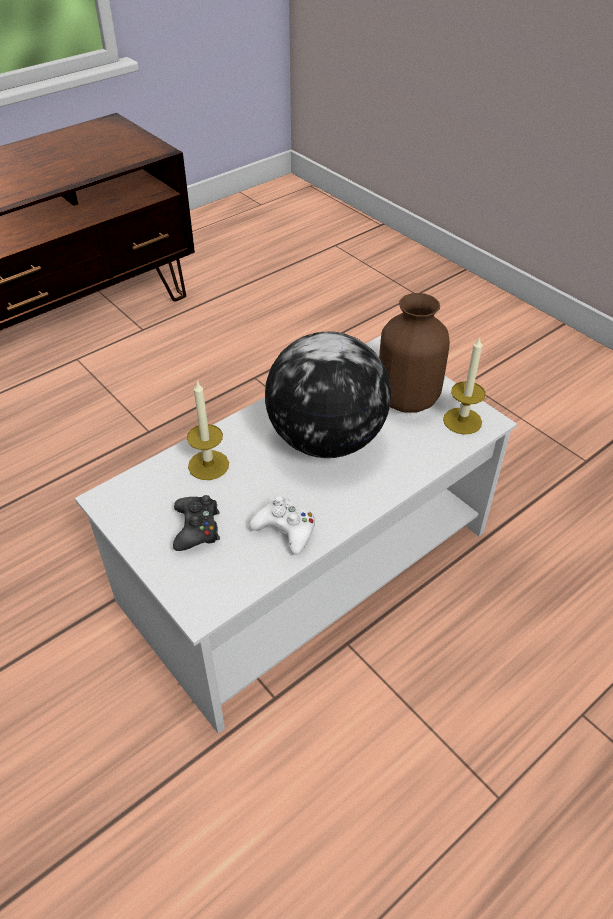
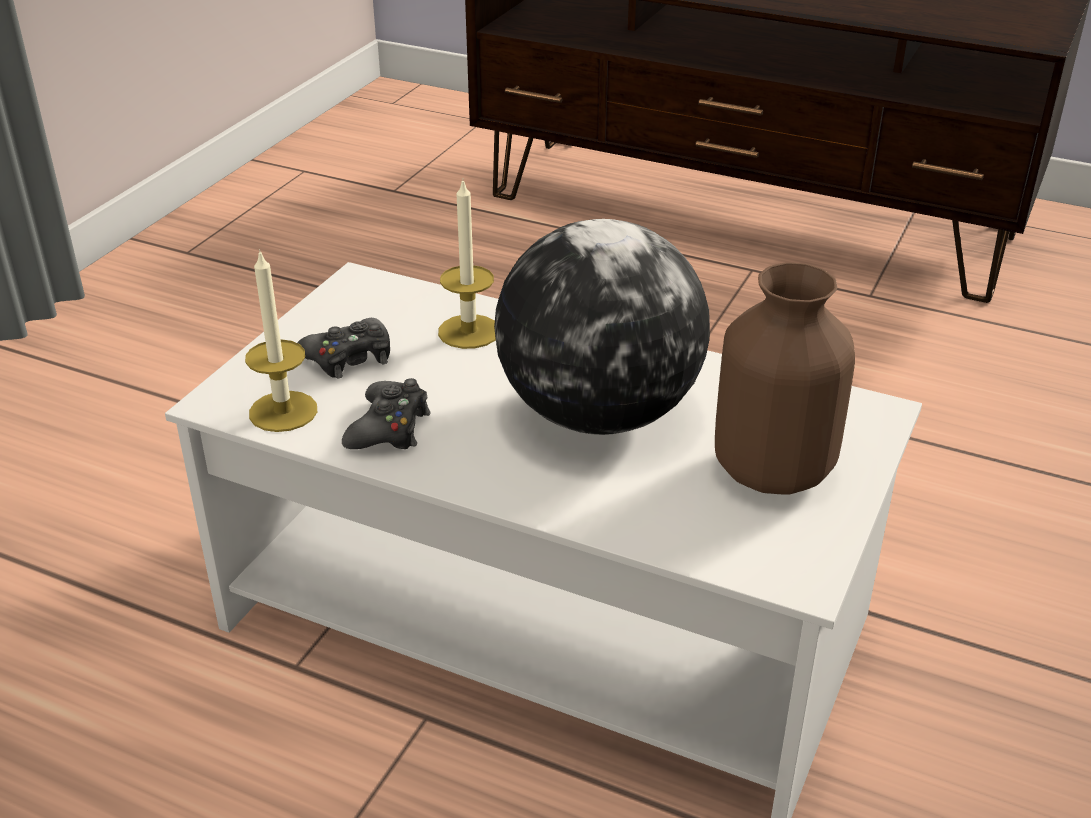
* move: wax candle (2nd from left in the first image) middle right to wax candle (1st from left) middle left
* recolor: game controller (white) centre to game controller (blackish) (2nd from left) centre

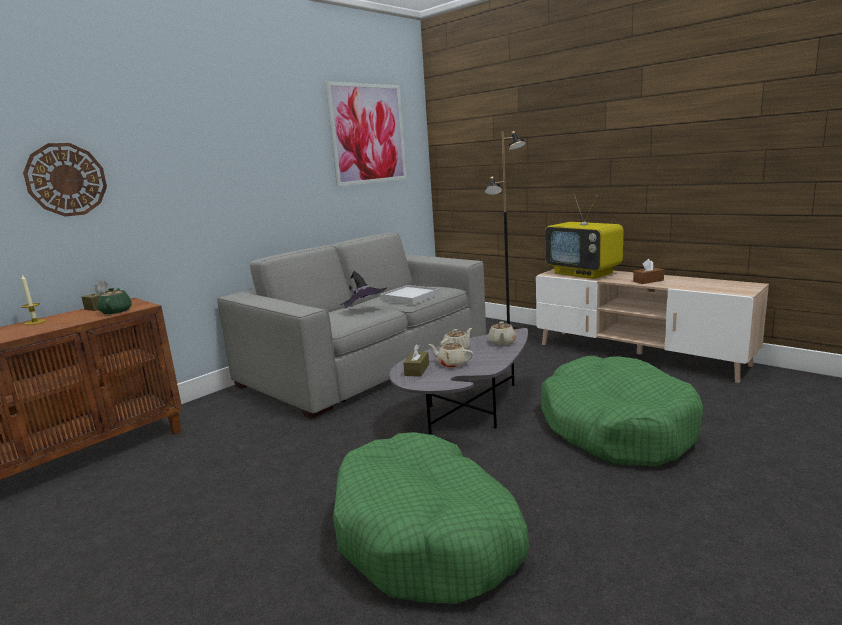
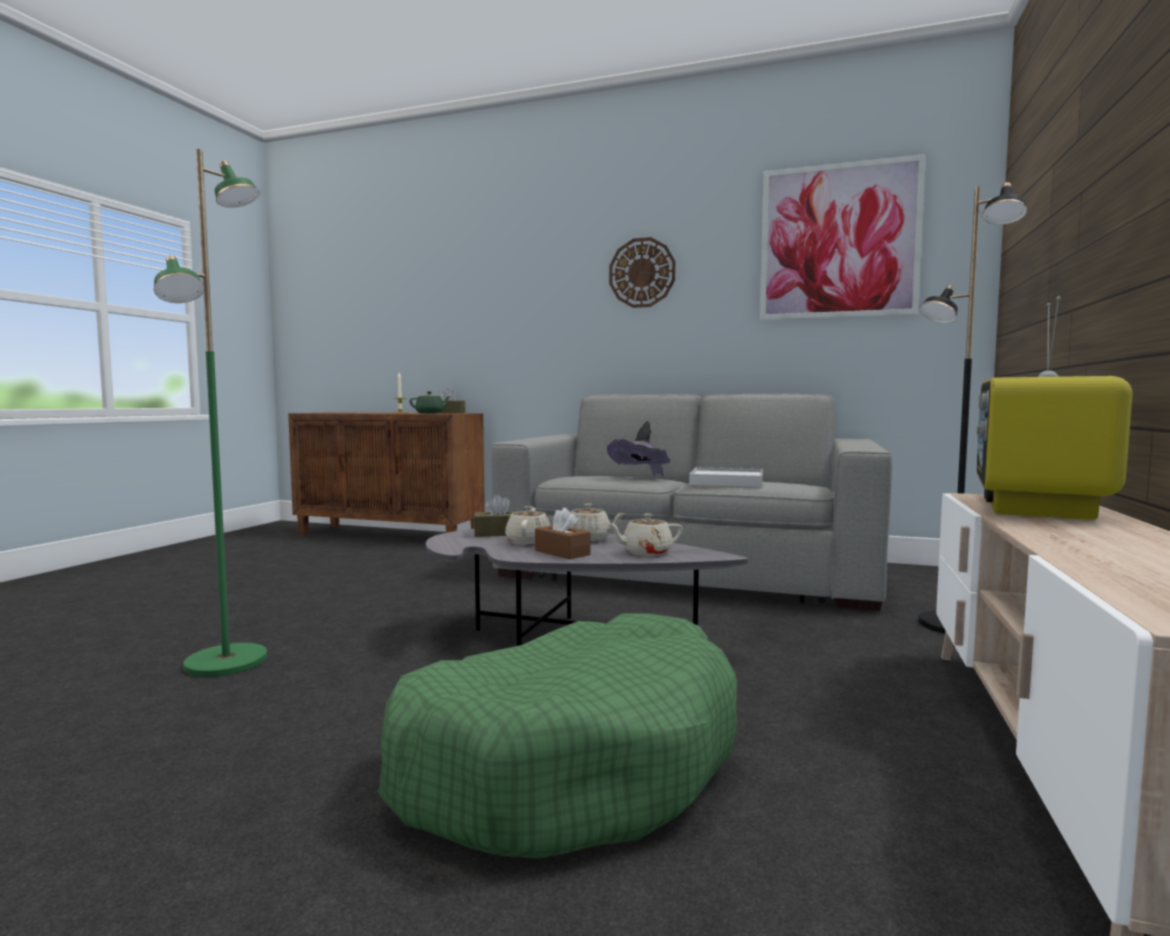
* move: wall clock top left to top centre
* move: box of tissues (brown) (3rd from left) middle right to centre
* replace: pet bed (greenish) (1st from left) bottom centre to floor lamp (greenish) middle left

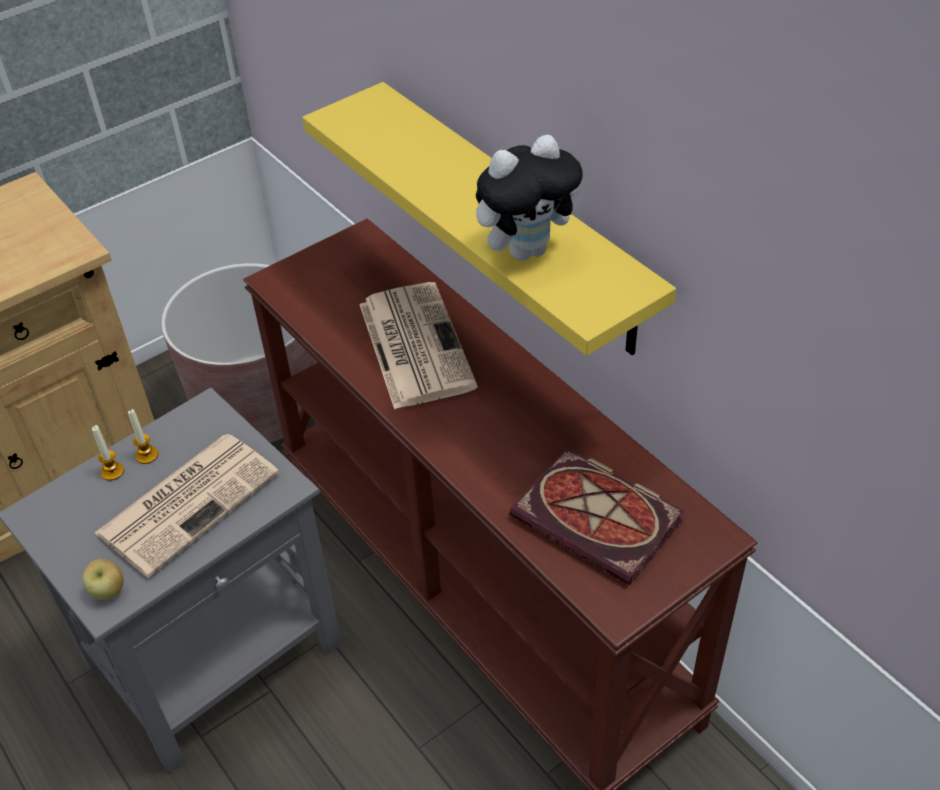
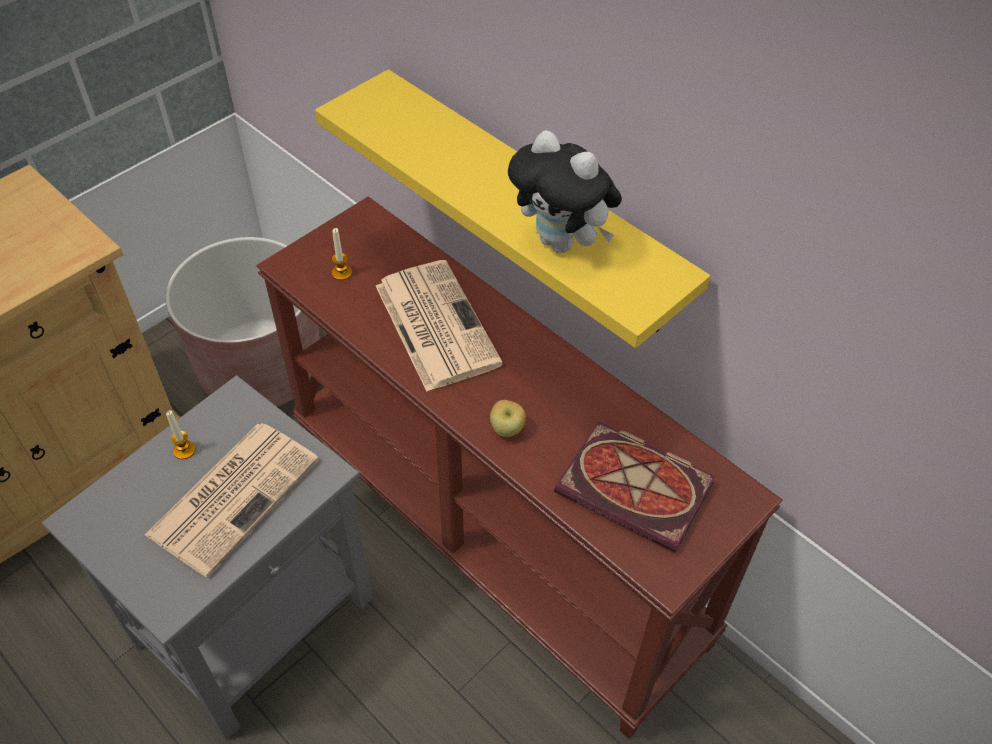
* rotate: soft toy top centre = top centre 75 degrees clockwise
* move: wax candle (1st from left in the first image) middle left to wax candle (2nd from left) centre
* move: apple fruit bottom left to centre

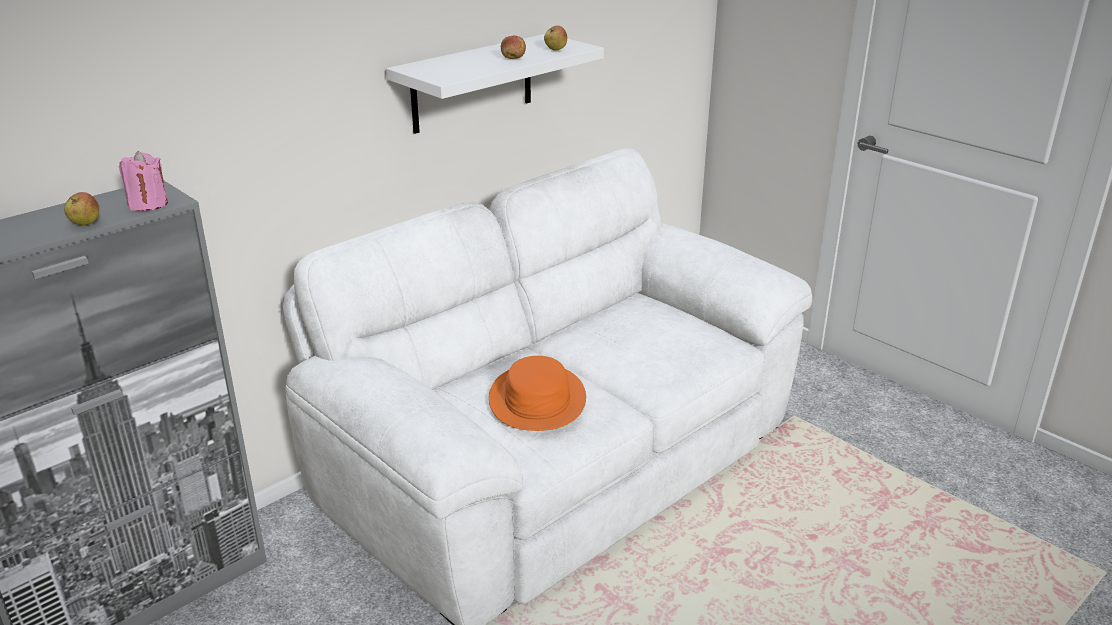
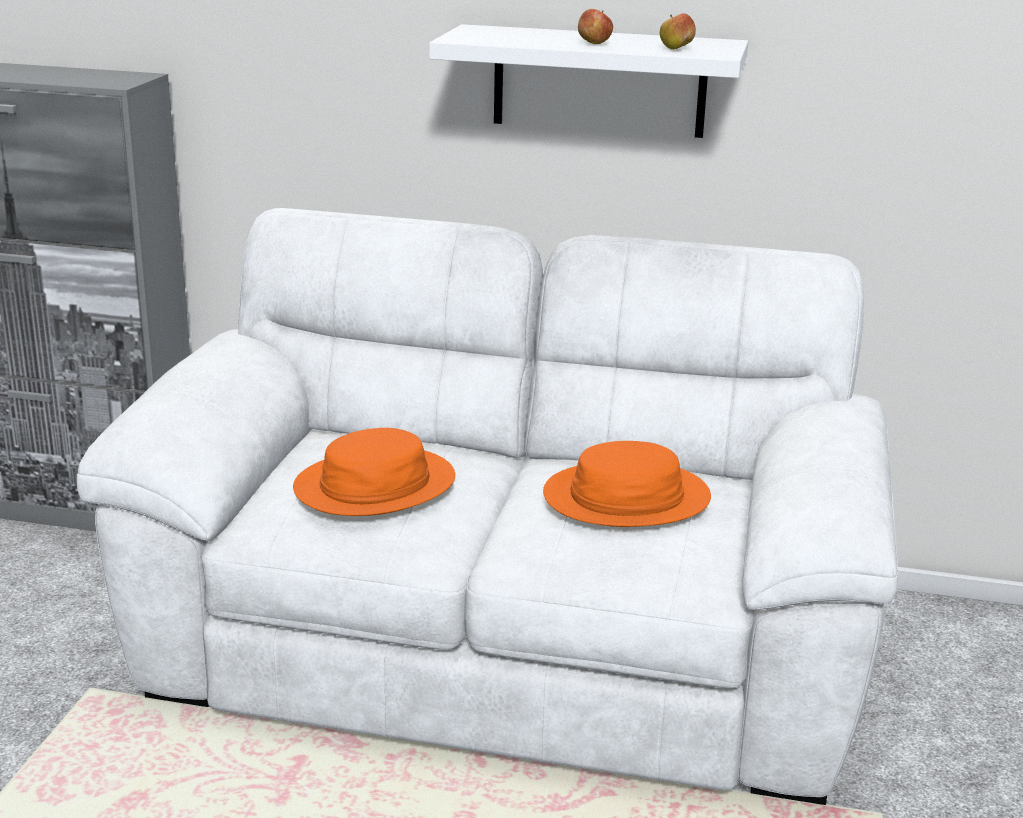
* delete: wax candle (pink) top left
* delete: apple fruit (1st from left) top left
* insert: wearable hat (orangey) (2nd from left) centre

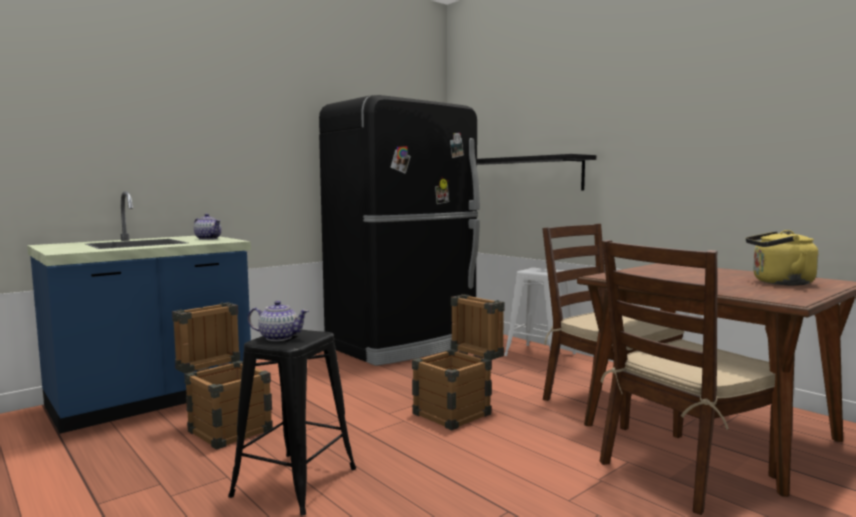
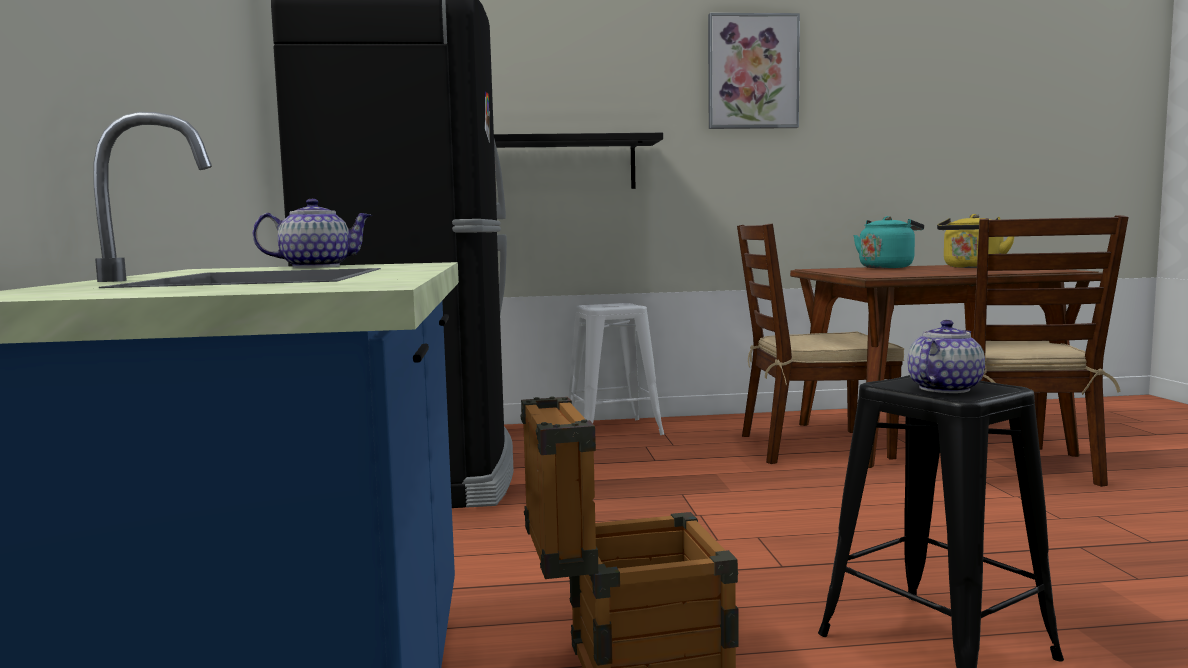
* delete: crate (2nd from left) bottom centre
* insert: wall picture top centre
* insert: tea kettle (turquoise) middle right

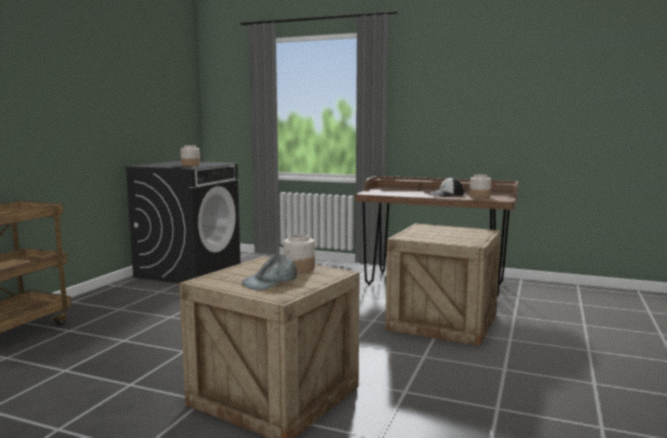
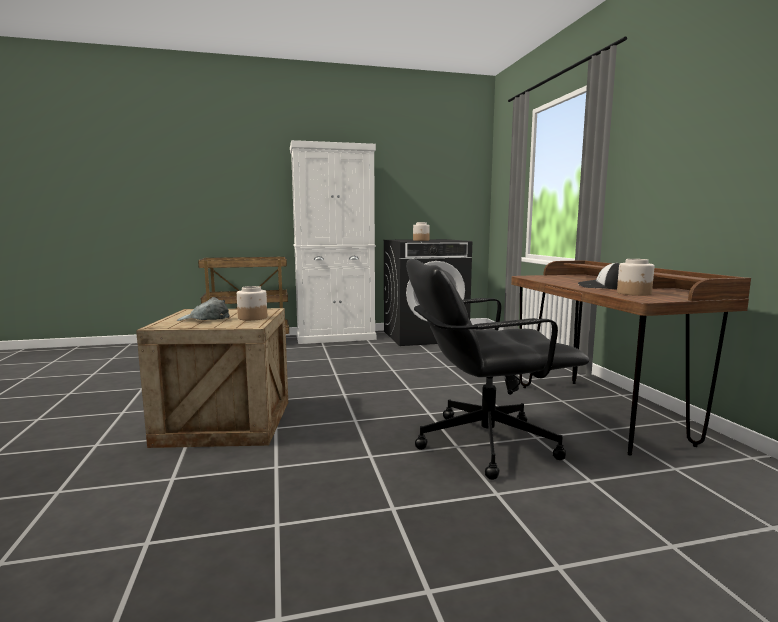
* replace: crate (2nd from left) centre to desk chair (blackish) centre
* insert: cabinet (white) centre

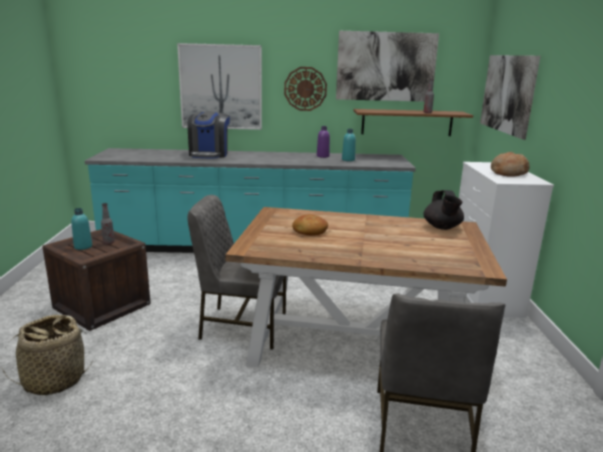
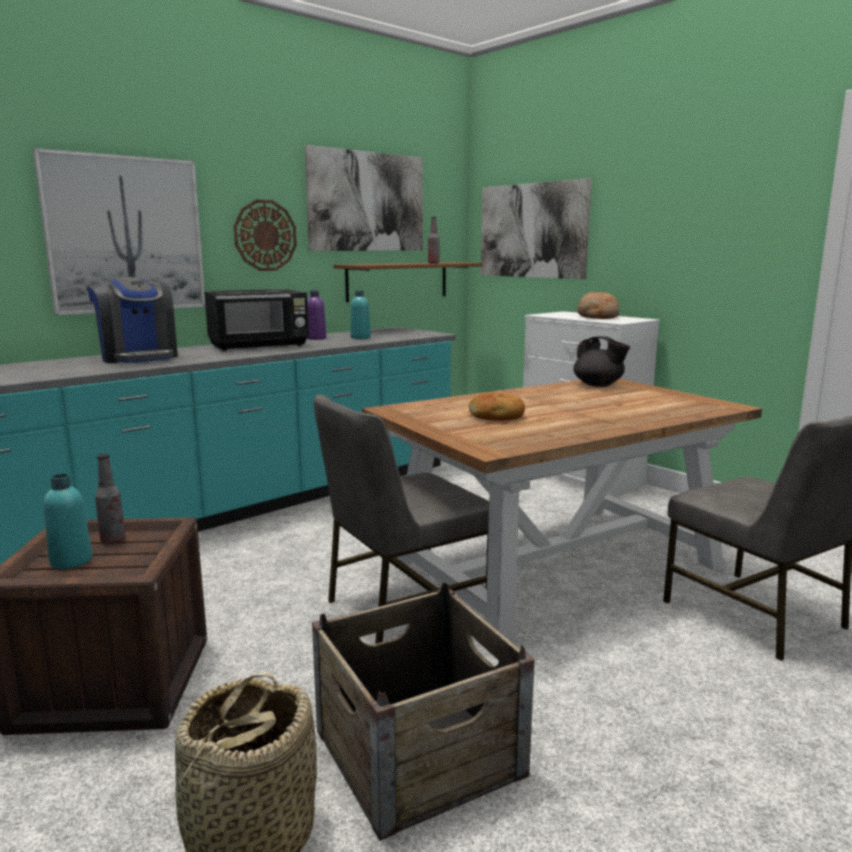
* insert: kitchen microwave (blackish) middle left
* insert: crate (2nd from left) bottom centre

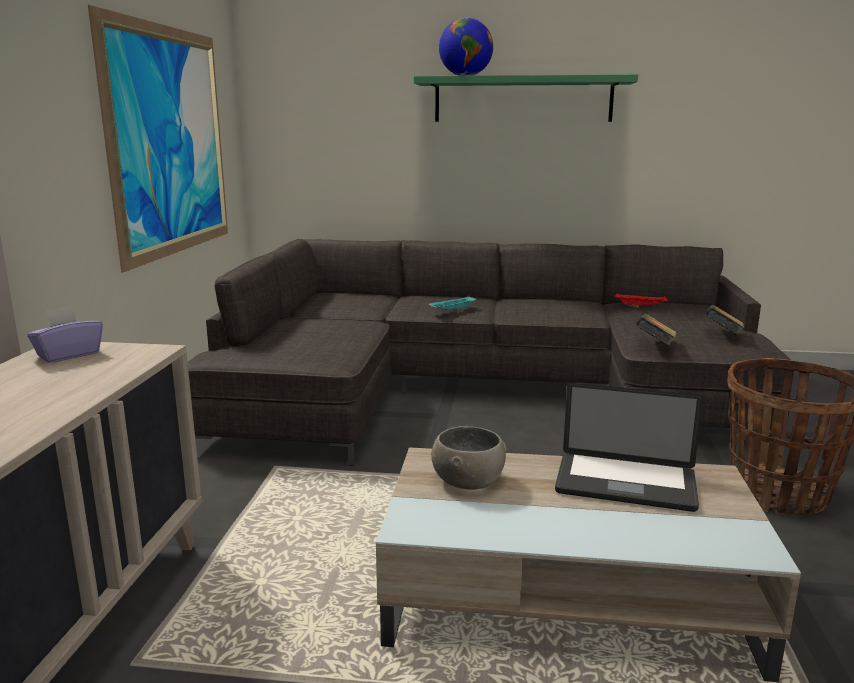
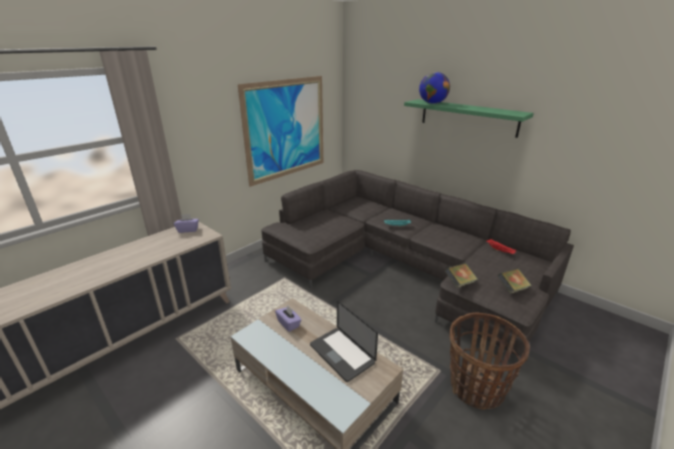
* replace: deep dish (grey) bottom centre to box of tissues (purple-coloured) (2nd from left) bottom centre

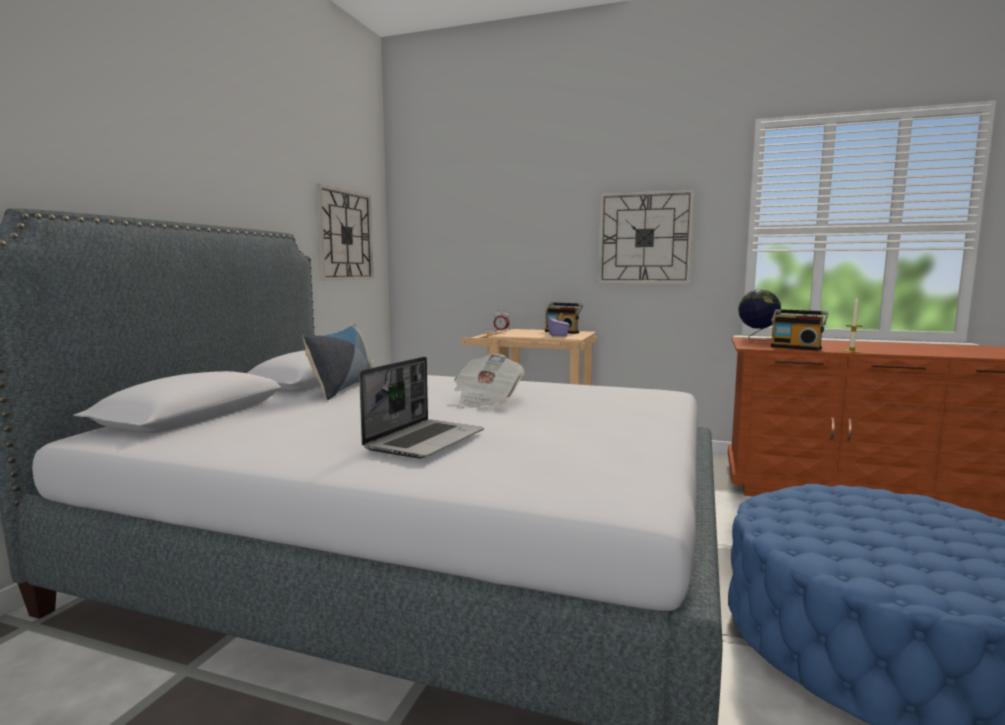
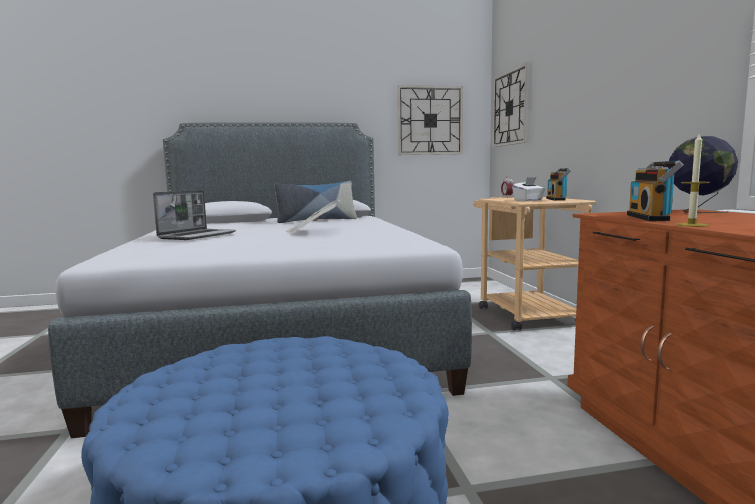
* move: wall clock (2nd from left) top centre to top right
* recolor: box of tissues (purple-coloured) centre to box of tissues (white) middle right
* rotate: notebook computer centre = middle left 60 degrees counterclockwise

